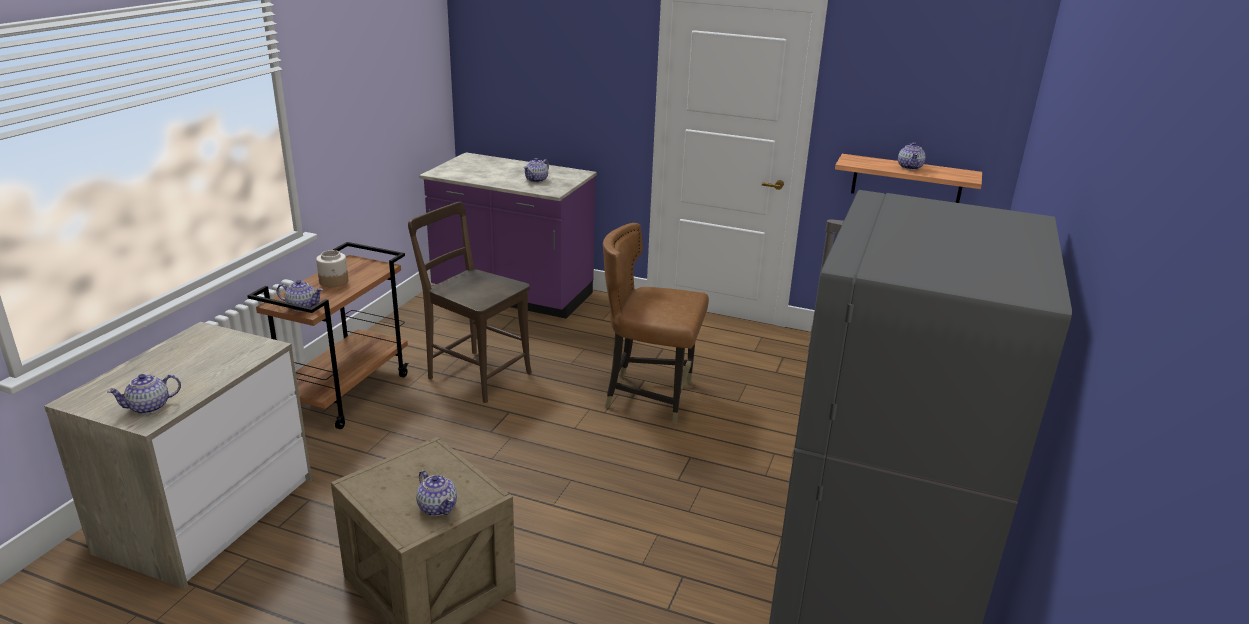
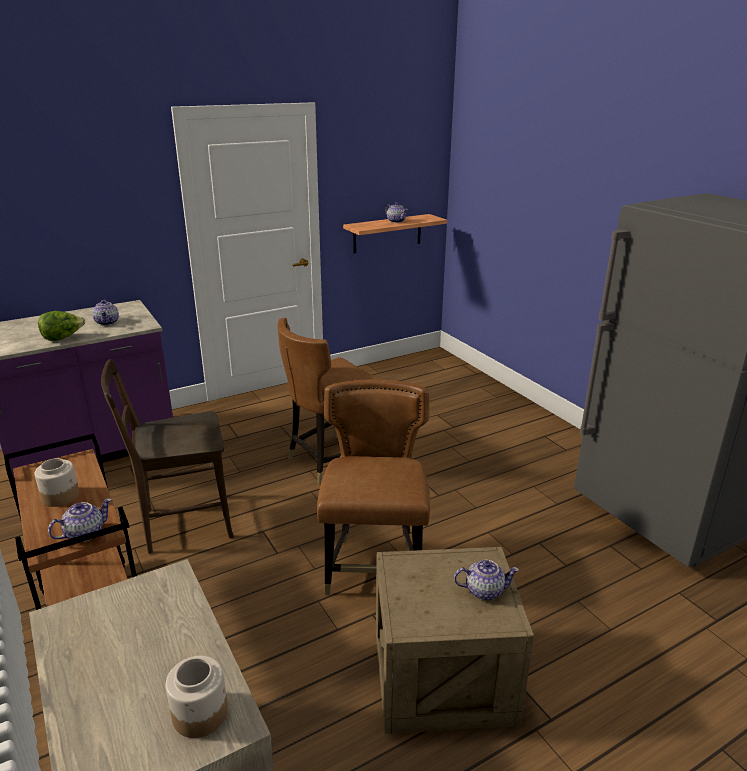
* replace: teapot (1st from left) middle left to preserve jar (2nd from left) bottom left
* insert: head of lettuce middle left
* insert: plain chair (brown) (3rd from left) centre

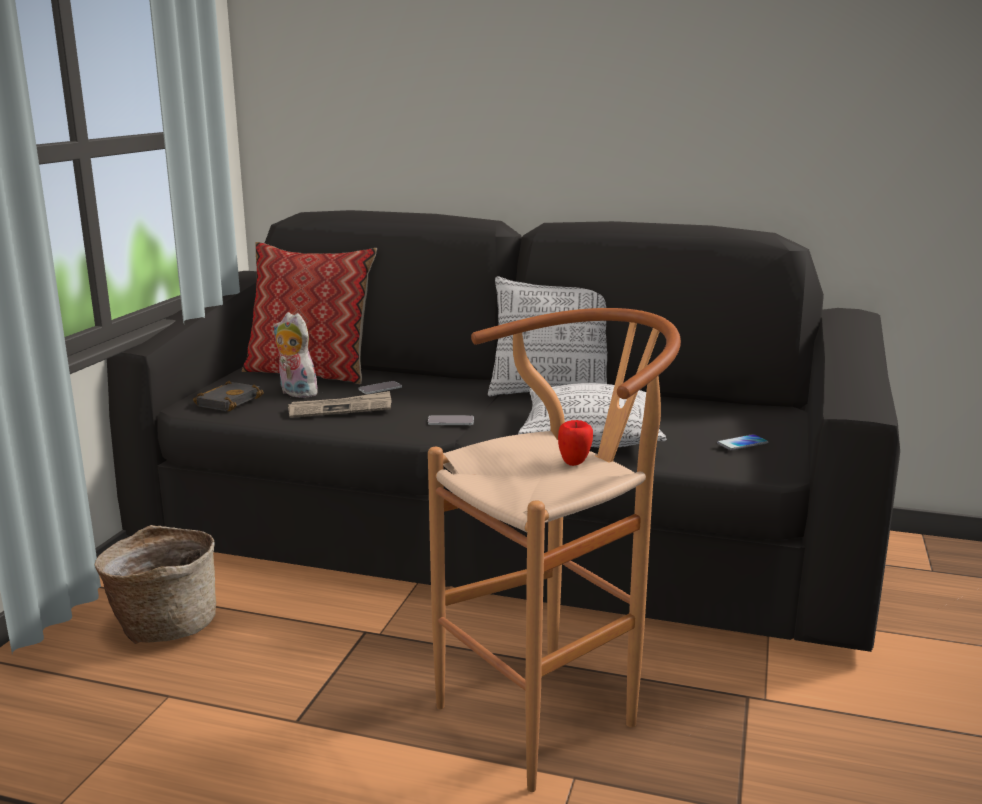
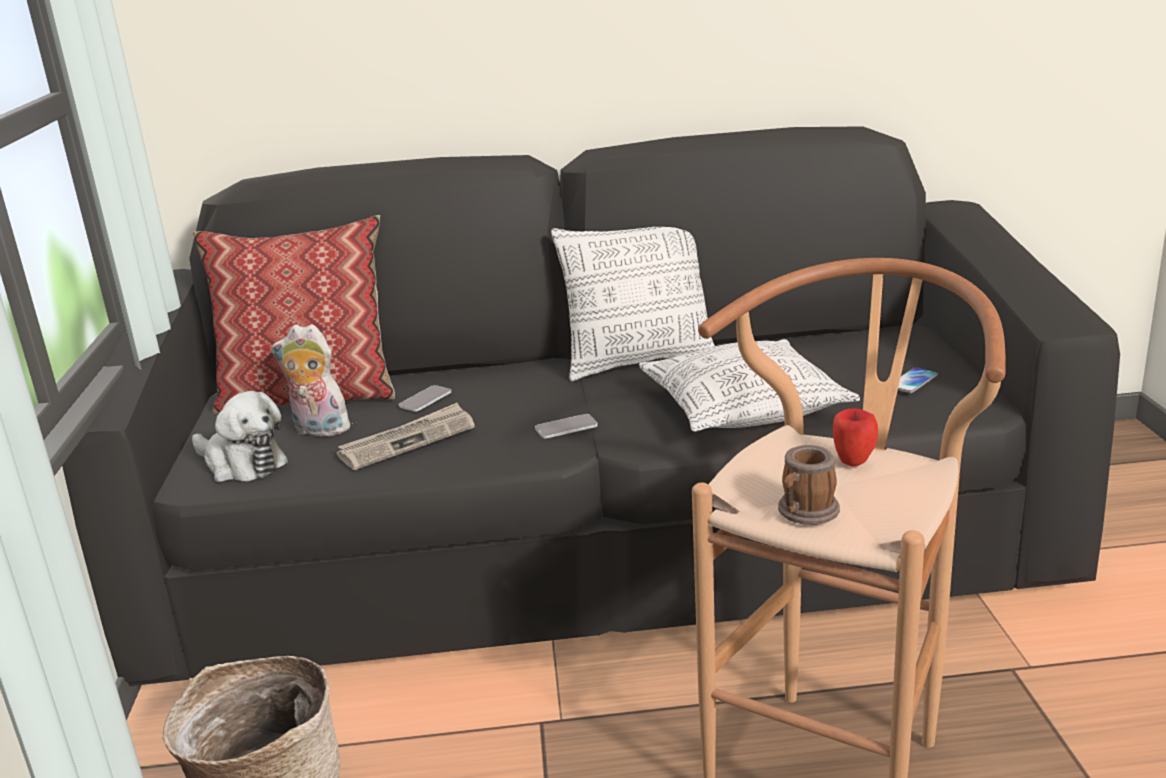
* replace: bound book (blackish) middle left to soft toy (1st from left) middle left
* insert: tea mug middle right

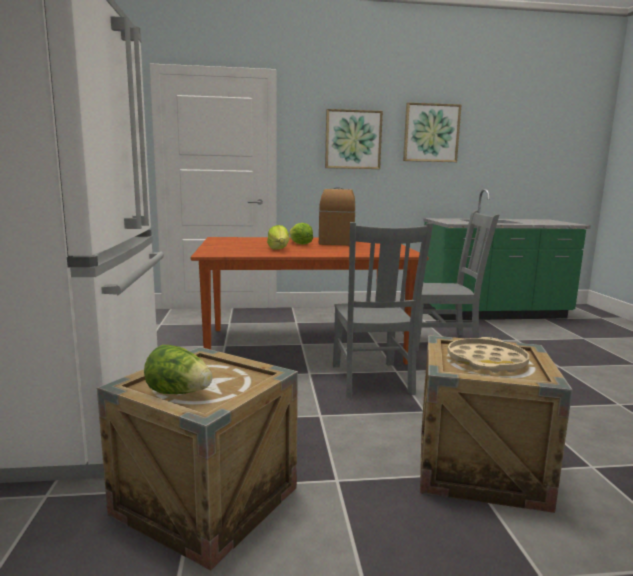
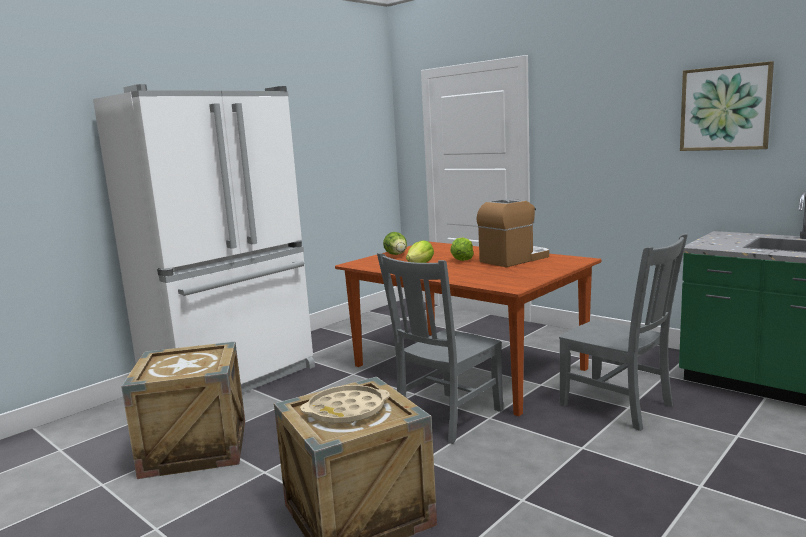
* delete: wall picture (1st from left) top centre
* move: head of lettuce (1st from left) middle left to centre

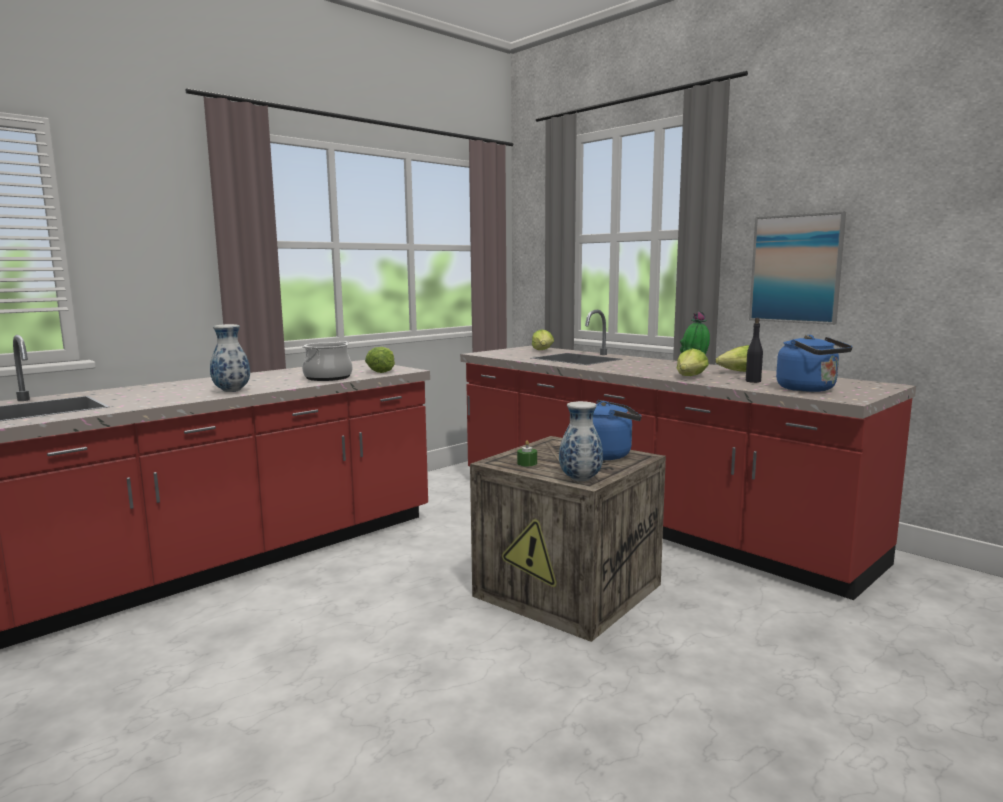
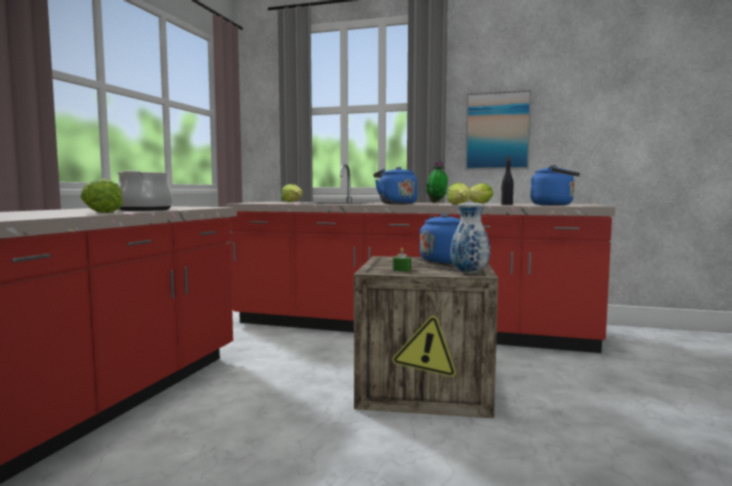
* delete: flower vase (1st from left) middle left
* move: head of lettuce (1st from left) centre to middle left
* insert: tea kettle (bluish) (1st from left) centre

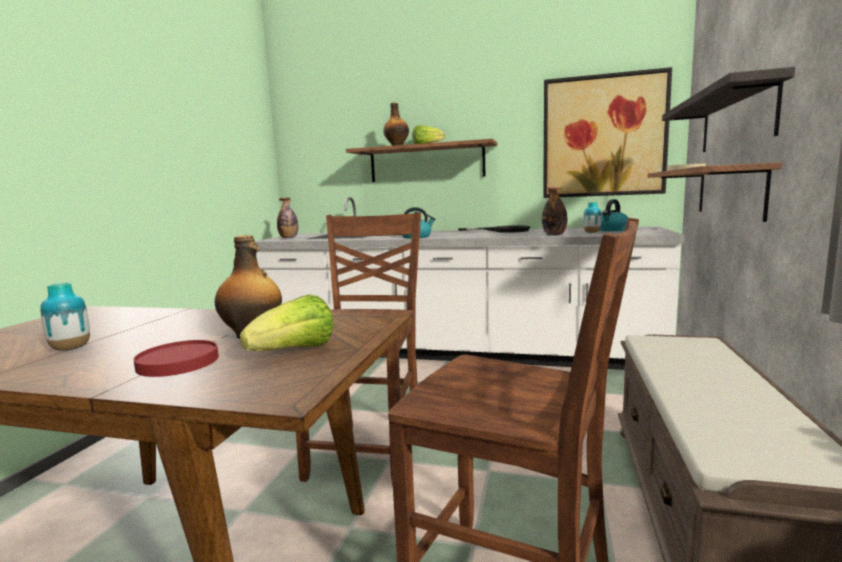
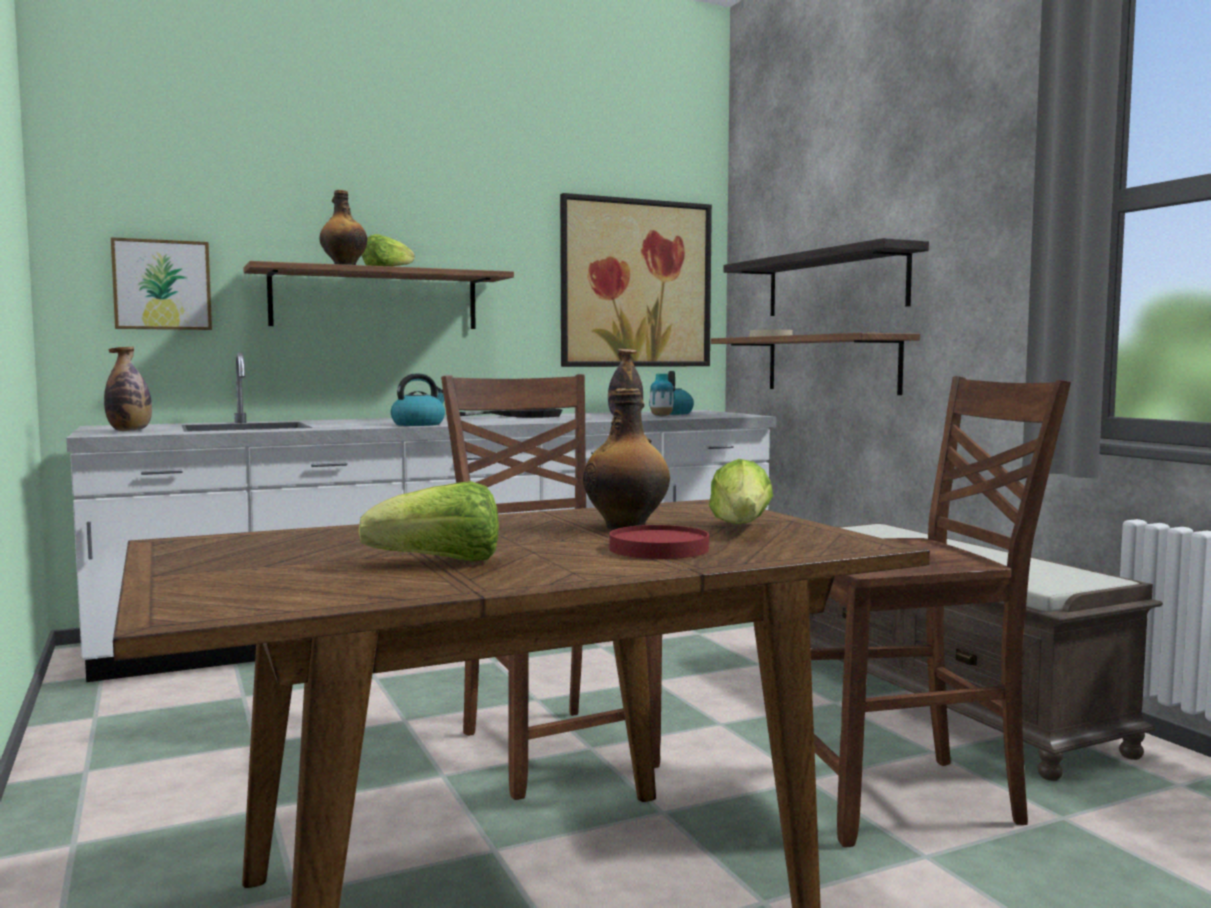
* replace: flower vase (1st from left) middle left to head of lettuce (2nd from left) centre
* insert: wall picture (1st from left) top left

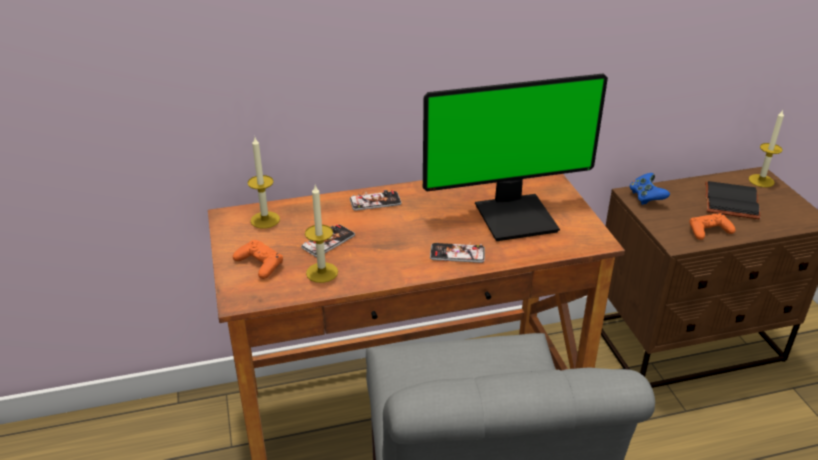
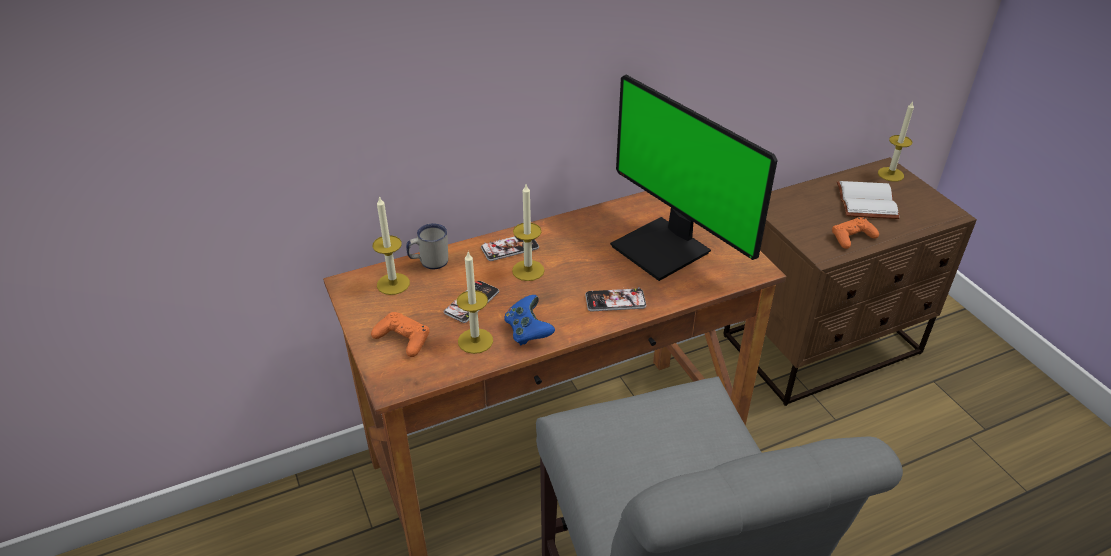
* rotate: computer display centre = top centre 75 degrees clockwise
* move: game controller (bluish) middle right to centre
* recolor: bound book (blackish) middle right to bound book (white) middle right
* insert: wax candle (3rd from left) centre
* insert: tea mug (white) centre

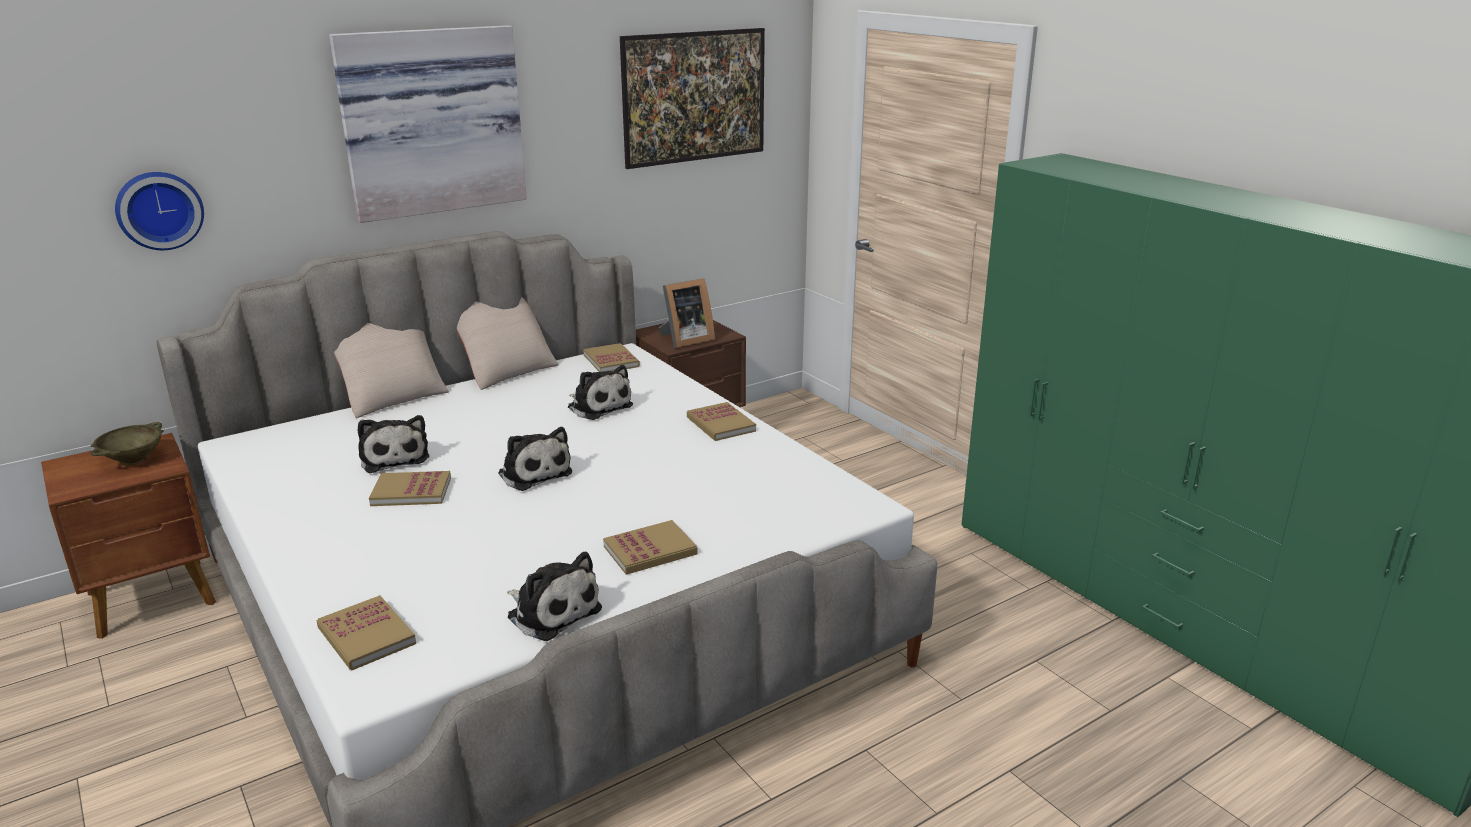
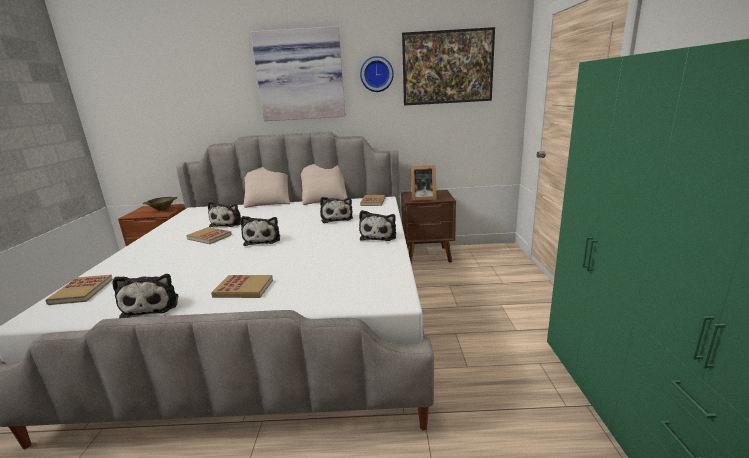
* move: wall clock top left to top centre
* replace: bound book (5th from left) centre to soft toy (5th from left) centre

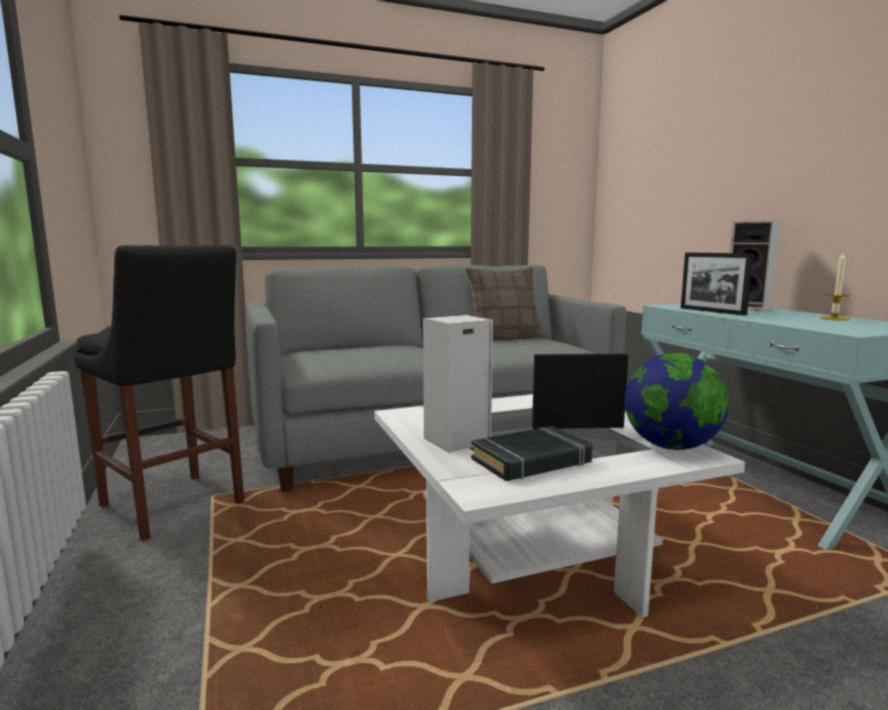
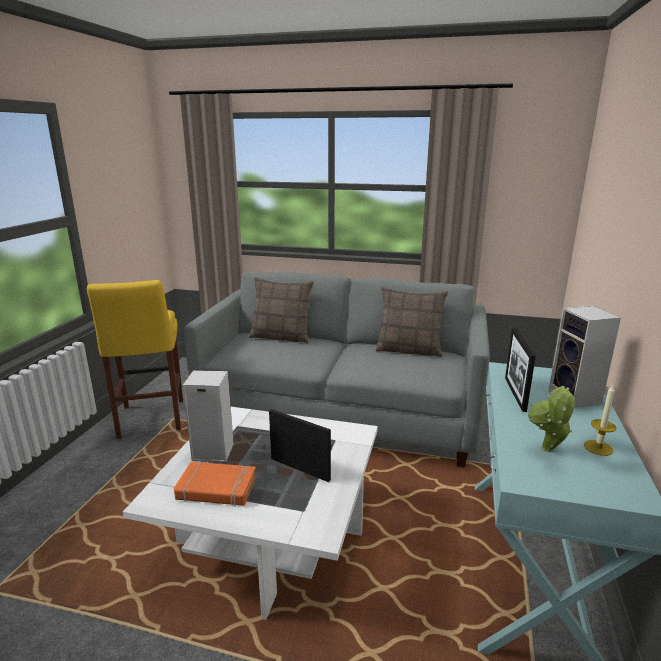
* recolor: sitting stool (blackish) middle left to sitting stool (yellow) middle left
* delete: globe middle right
* recolor: bound book (blackish) centre to bound book (orangey) bottom left
* insert: throw pillow (1st from left) centre
* insert: houseplant middle right

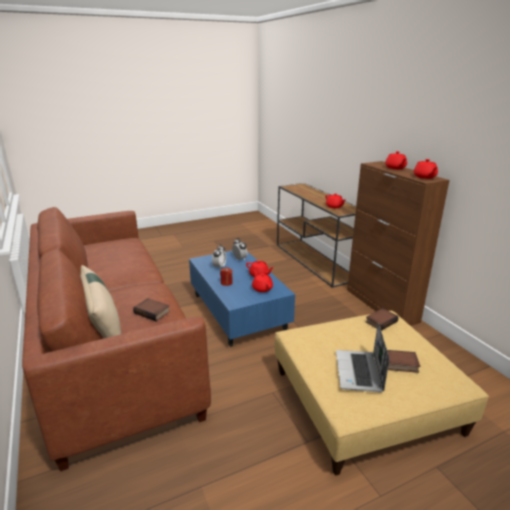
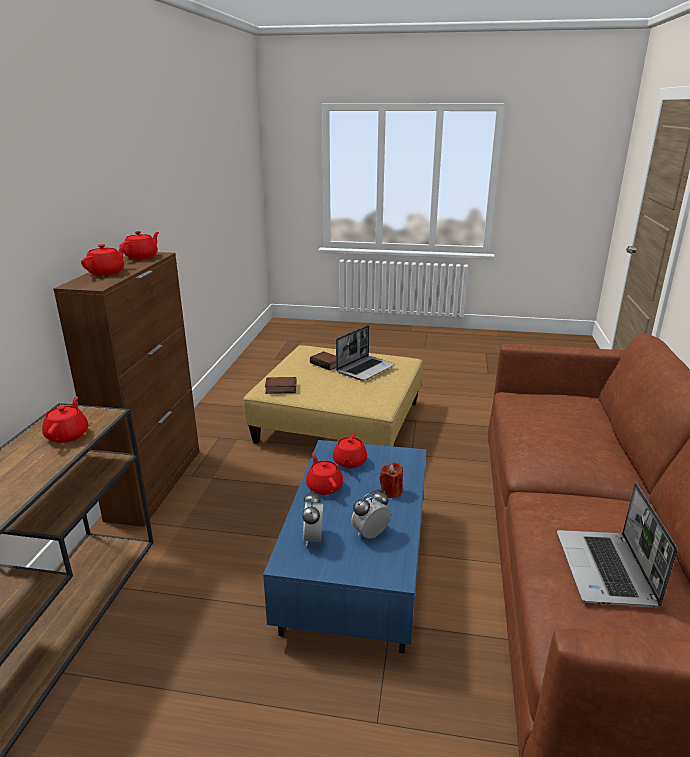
* delete: throw pillow (beige) middle left
* delete: bound book (1st from left) middle left
* insert: notebook computer (2nd from left) bottom right

